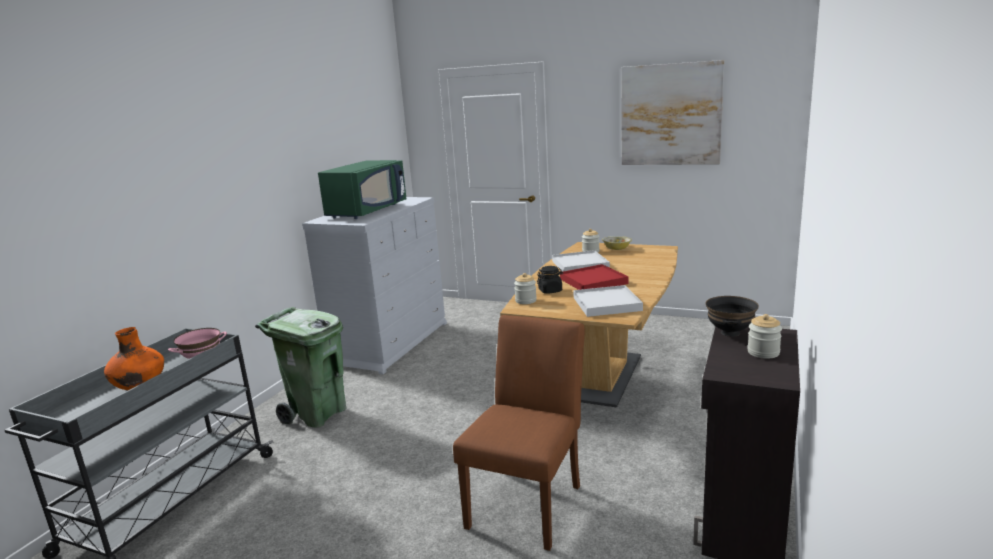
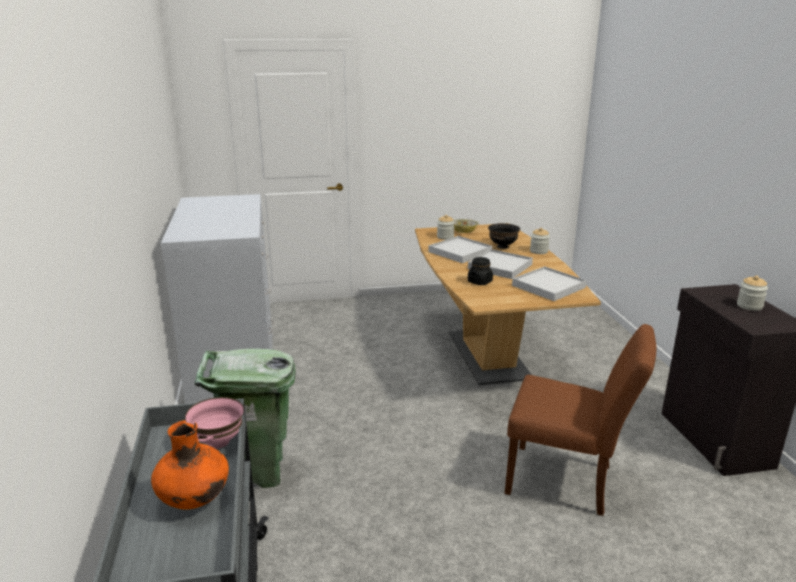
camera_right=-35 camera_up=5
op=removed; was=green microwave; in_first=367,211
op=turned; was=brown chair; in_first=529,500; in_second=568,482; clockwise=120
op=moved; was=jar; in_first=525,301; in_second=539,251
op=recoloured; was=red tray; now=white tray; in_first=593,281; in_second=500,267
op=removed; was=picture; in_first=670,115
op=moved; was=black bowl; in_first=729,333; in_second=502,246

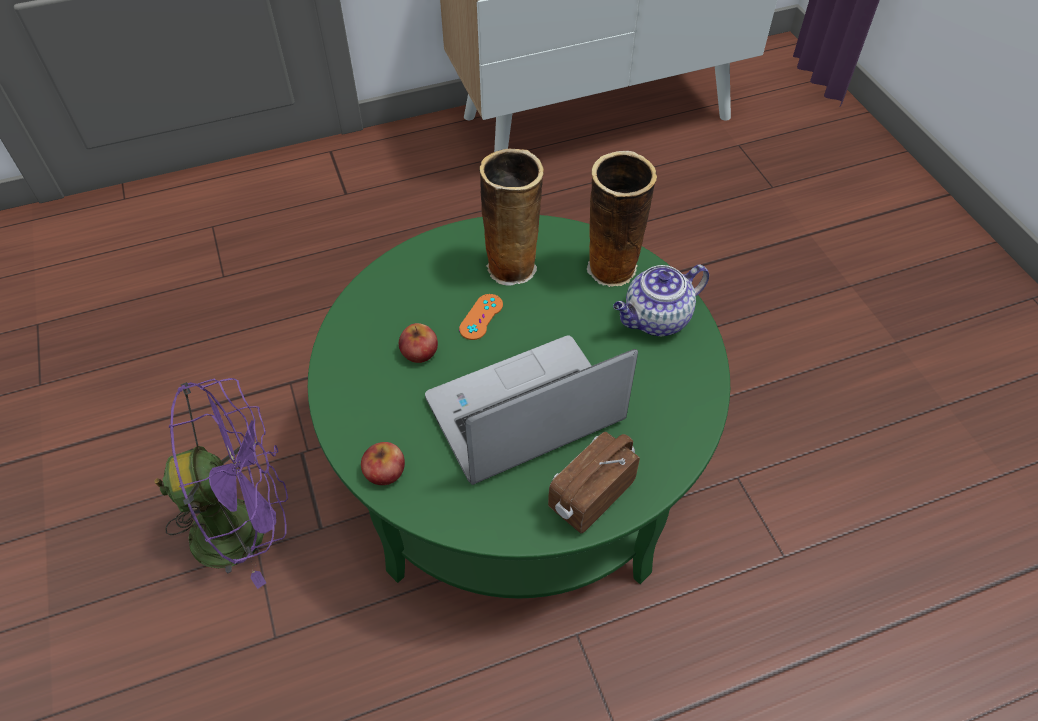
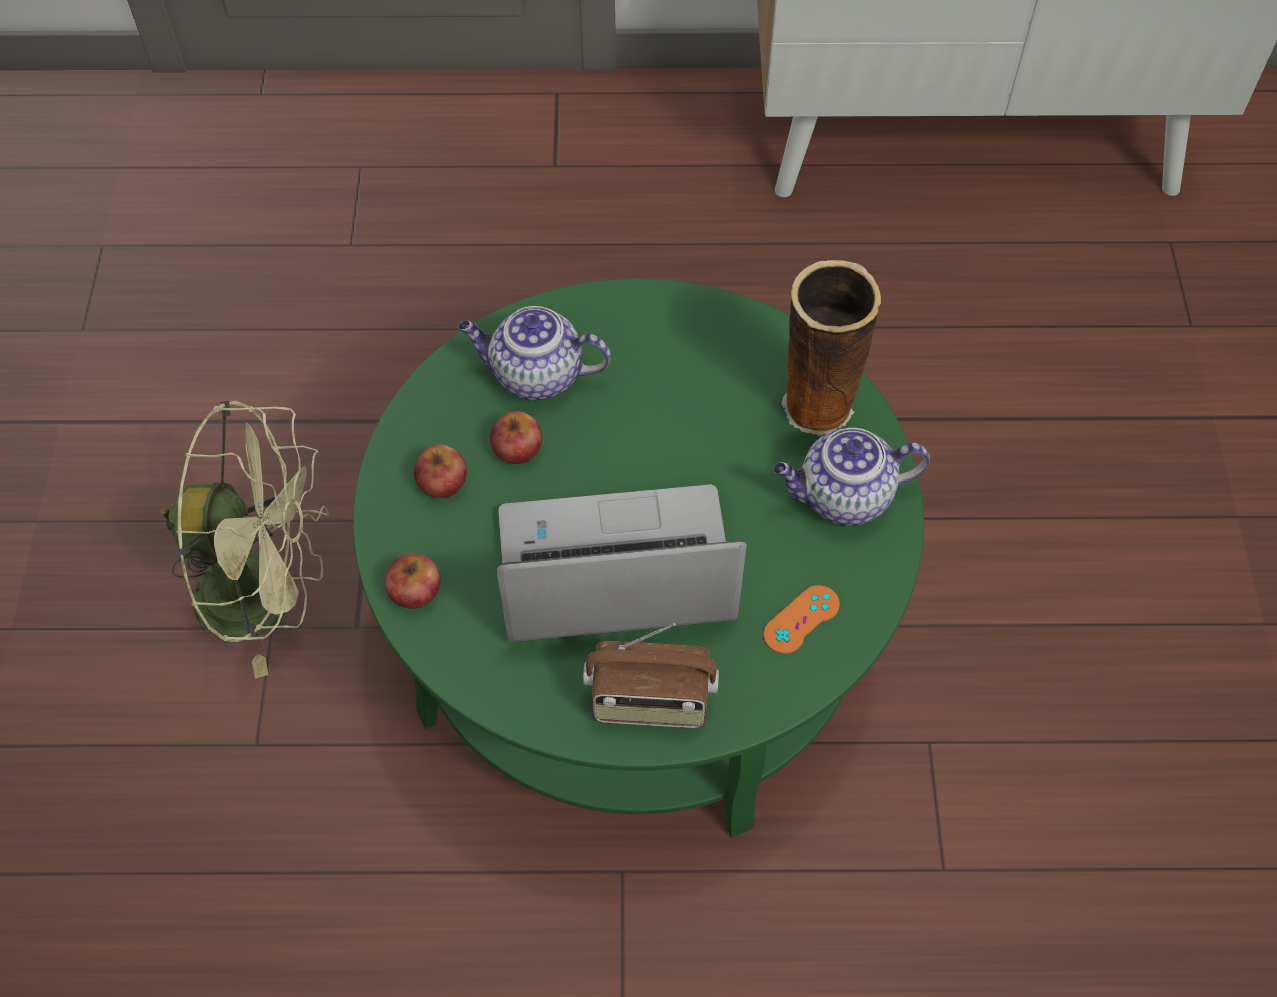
camera_right=20 camera_up=5
op=recoloured; was=purple fan; now=green fan; in_first=246,526; in_second=268,595
op=moved; was=orange game controller; in_first=481,317; in_second=801,620
op=removed; was=vase; in_first=512,266
op=turned; was=radio; in_first=590,495; in_second=650,703; clockwise=-150
op=added; now=apple; in_second=442,481
op=added; now=teapot; in_second=535,376

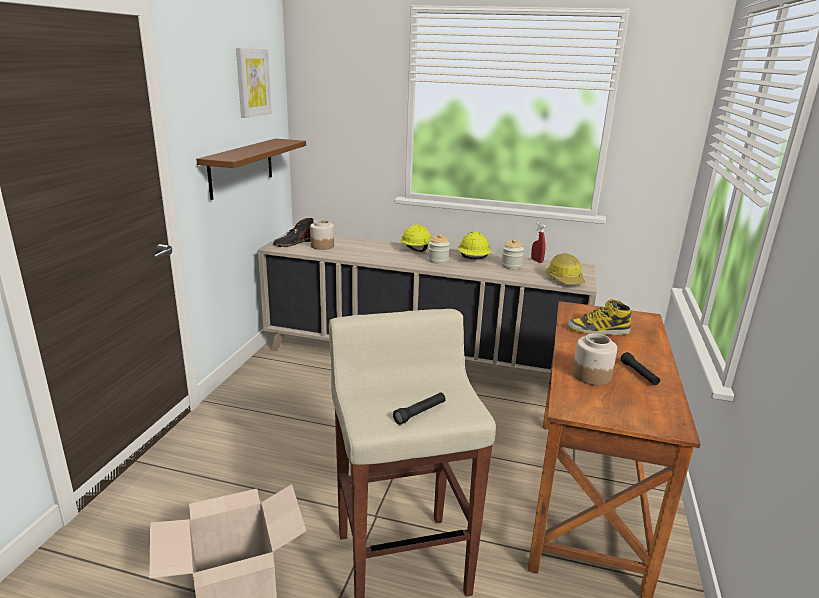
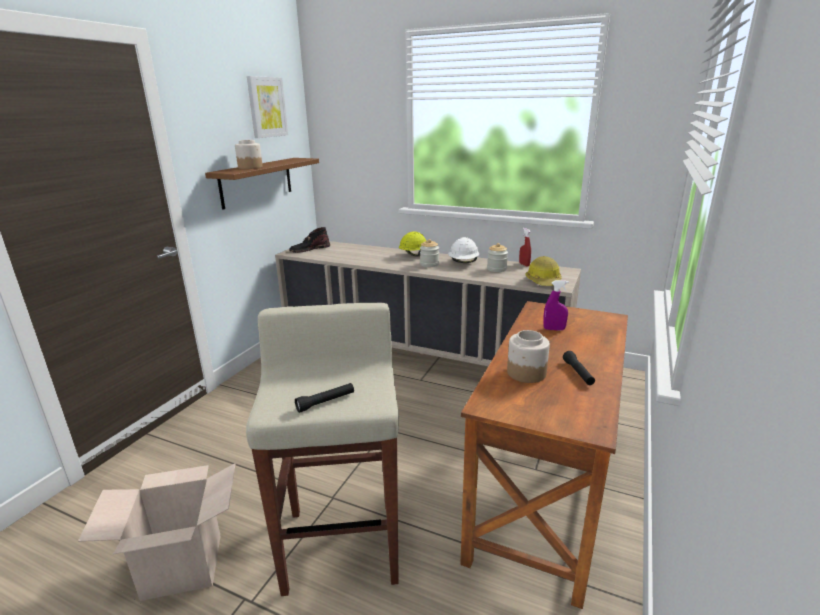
camera_right=10 camera_up=0
op=moved; was=jar; in_first=322,246; in_second=250,167
op=recoloured; was=yellow hard hat; now=white hard hat; in_first=473,259; in_second=463,263
op=replaced; was=boot; now=purple spray bottle; in_first=598,330; in_second=554,329

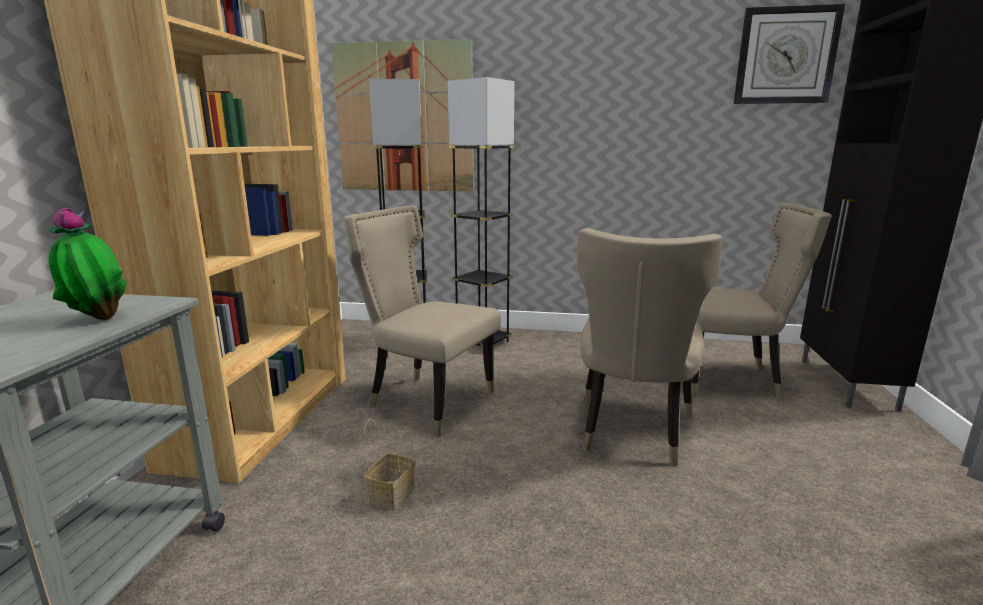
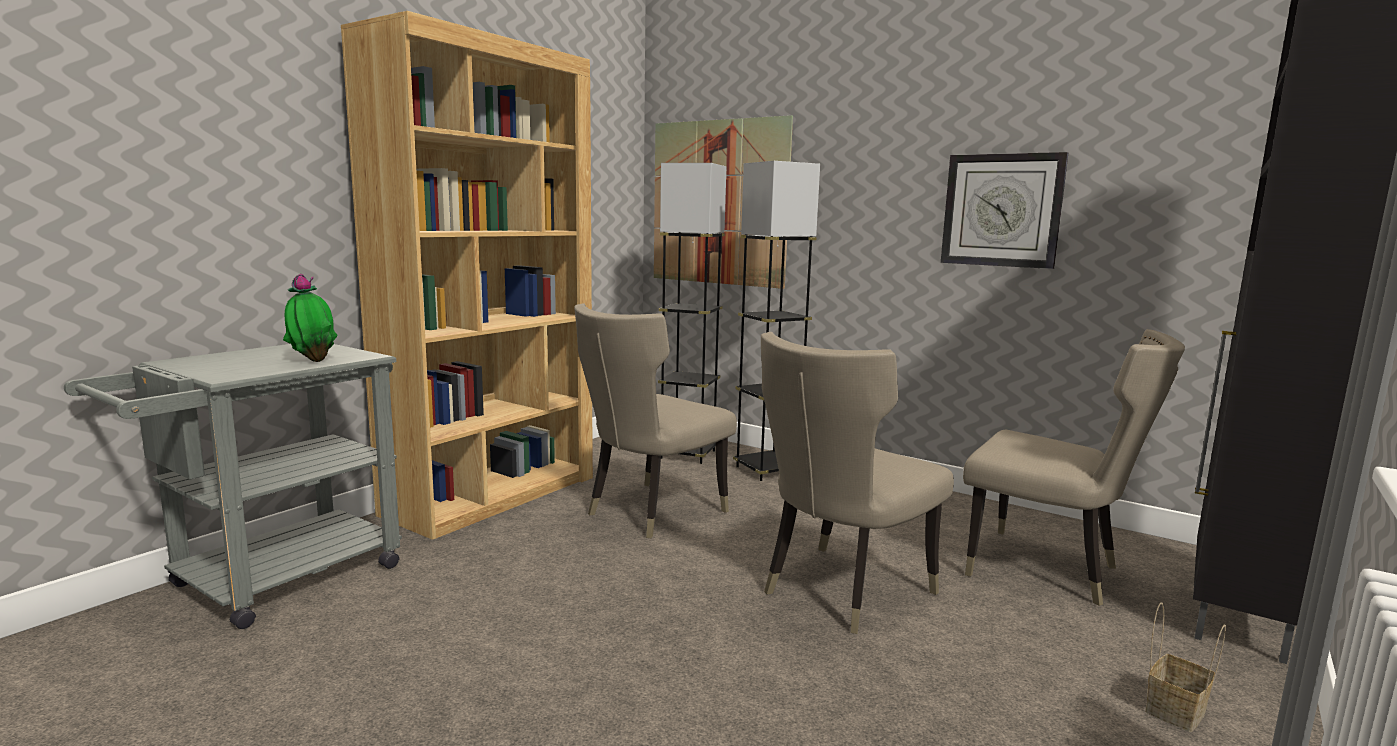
camera_right=25 camera_up=-5
op=turned; was=beige chair; in_first=426,400; in_second=650,512; clockwise=-105
op=moved; was=basket; in_first=391,494; in_second=1174,709
op=moved; was=wall clock; in_first=786,56; in_second=1002,210

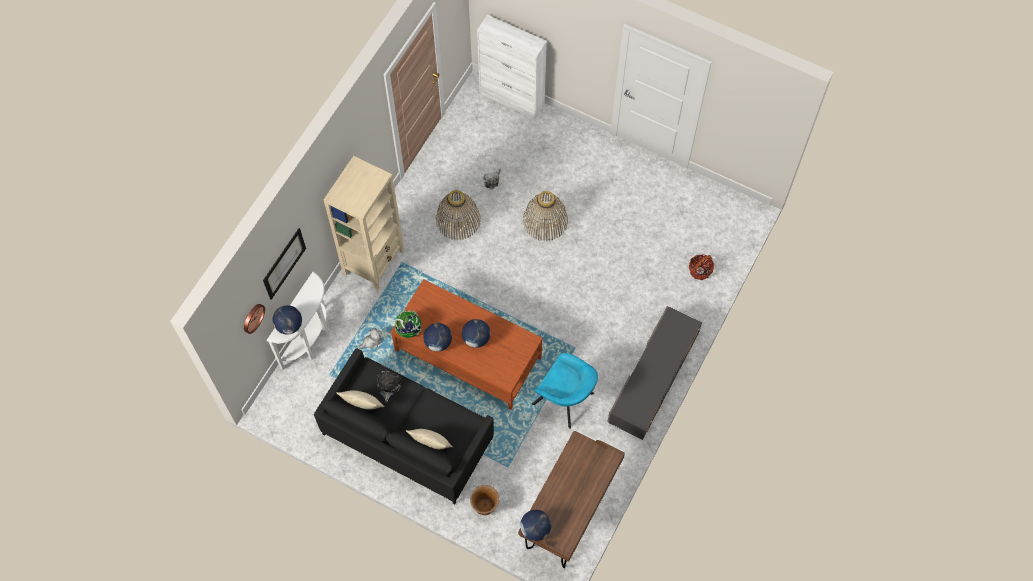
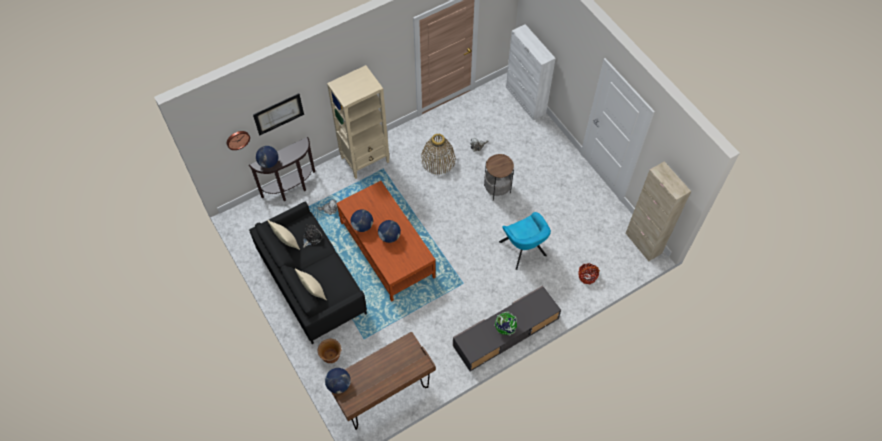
camera_right=30 camera_up=-5
op=recoloured; was=white console table; now=brown console table; in_first=310,341; in_second=291,189
op=moved; was=globe; in_first=409,330; in_second=505,328
op=replaced; was=basket; now=side table; in_first=545,221; in_second=497,189
op=moved; was=turquoise armchair; in_first=565,400; in_second=524,250
op=added; now=beige cabinet; in_second=643,243

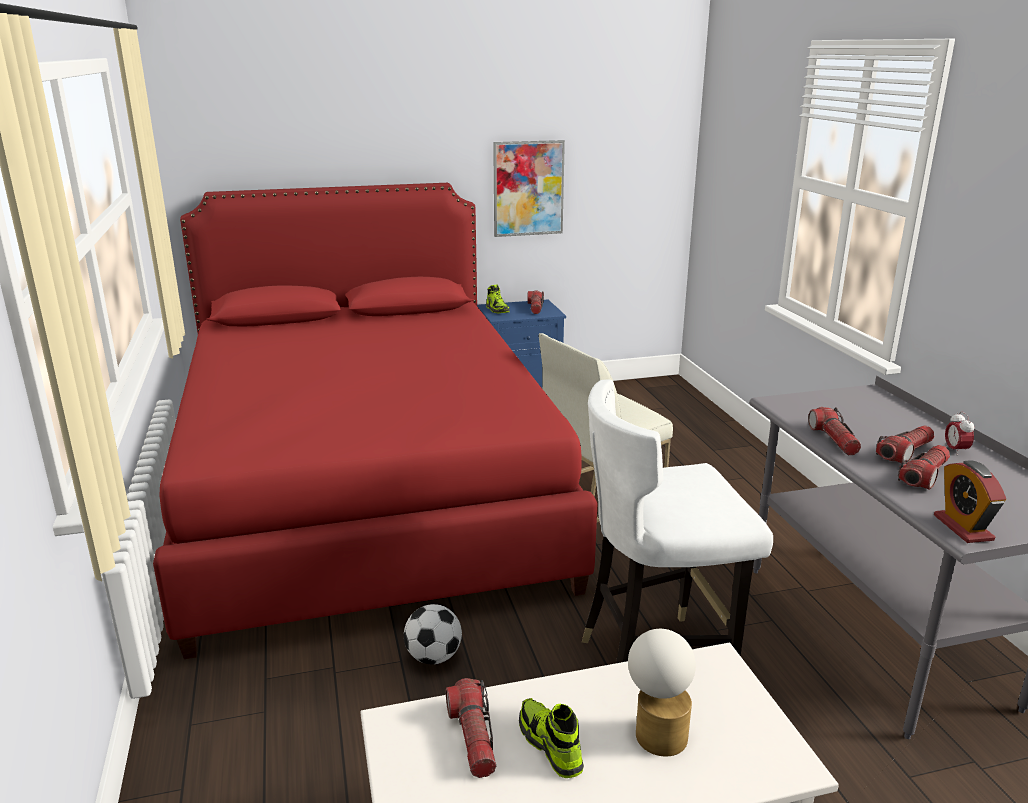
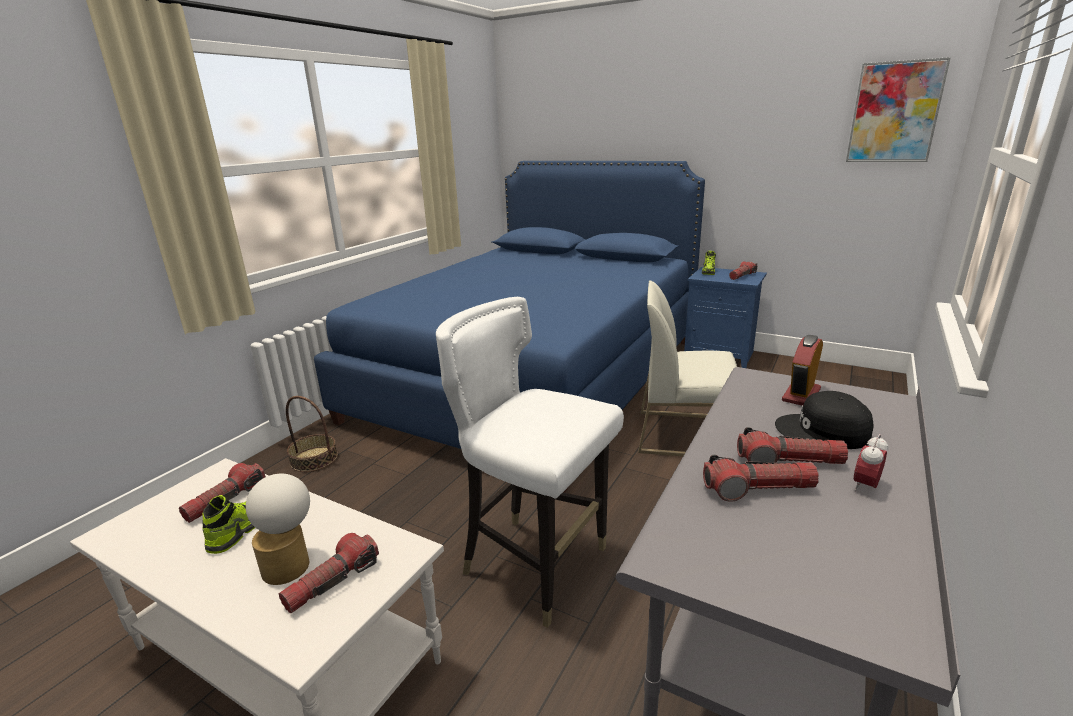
camera_right=45 camera_up=0
op=recoloured; was=red bed; now=blue bed; in_first=366,493; in_second=533,378
op=removed; was=football; in_first=434,657
op=moved; was=picture; in_first=528,188; in_second=894,112
op=moved; was=flashlight; in_first=834,440; in_second=333,582
op=moved; was=alarm clock; in_first=963,528; in_second=801,395
op=added; now=basket; in_second=314,459
op=added; now=black cap; in_second=823,432

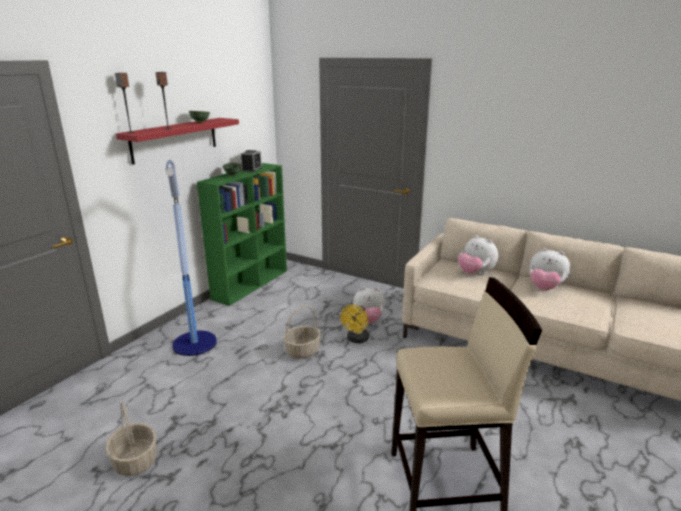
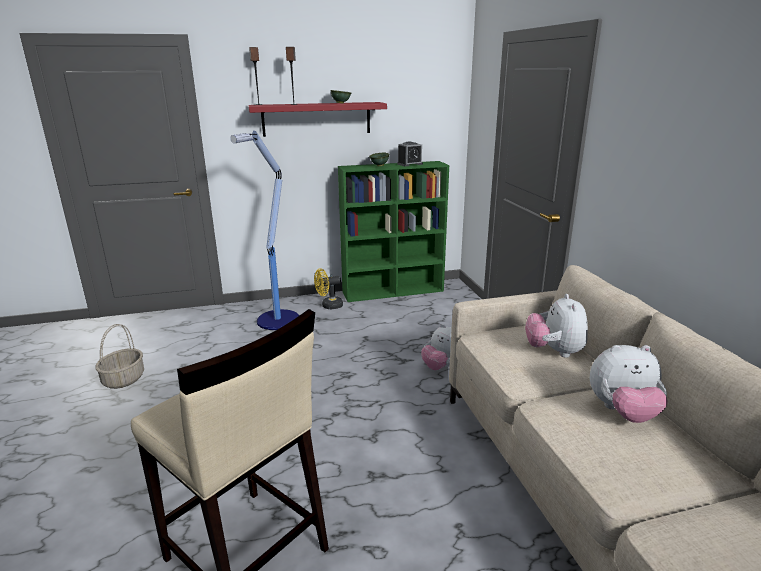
camera_right=45 camera_up=0
op=removed; was=basket; in_first=302,351
op=moved; was=yellow fan; in_first=356,340; in_second=329,306
op=turned; was=plush toy; in_first=545,288; in_second=622,412; clockwise=-75

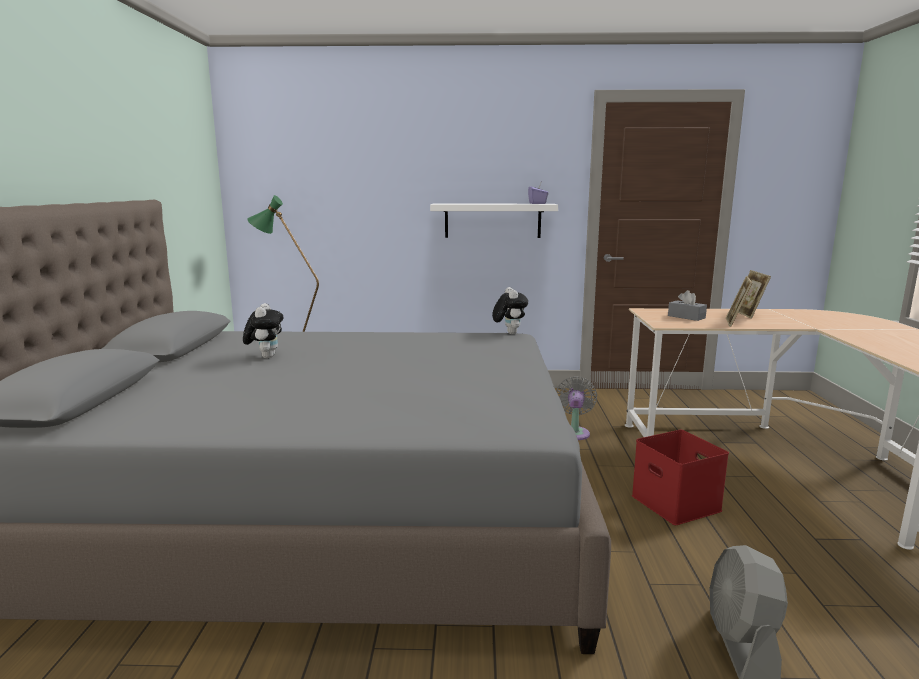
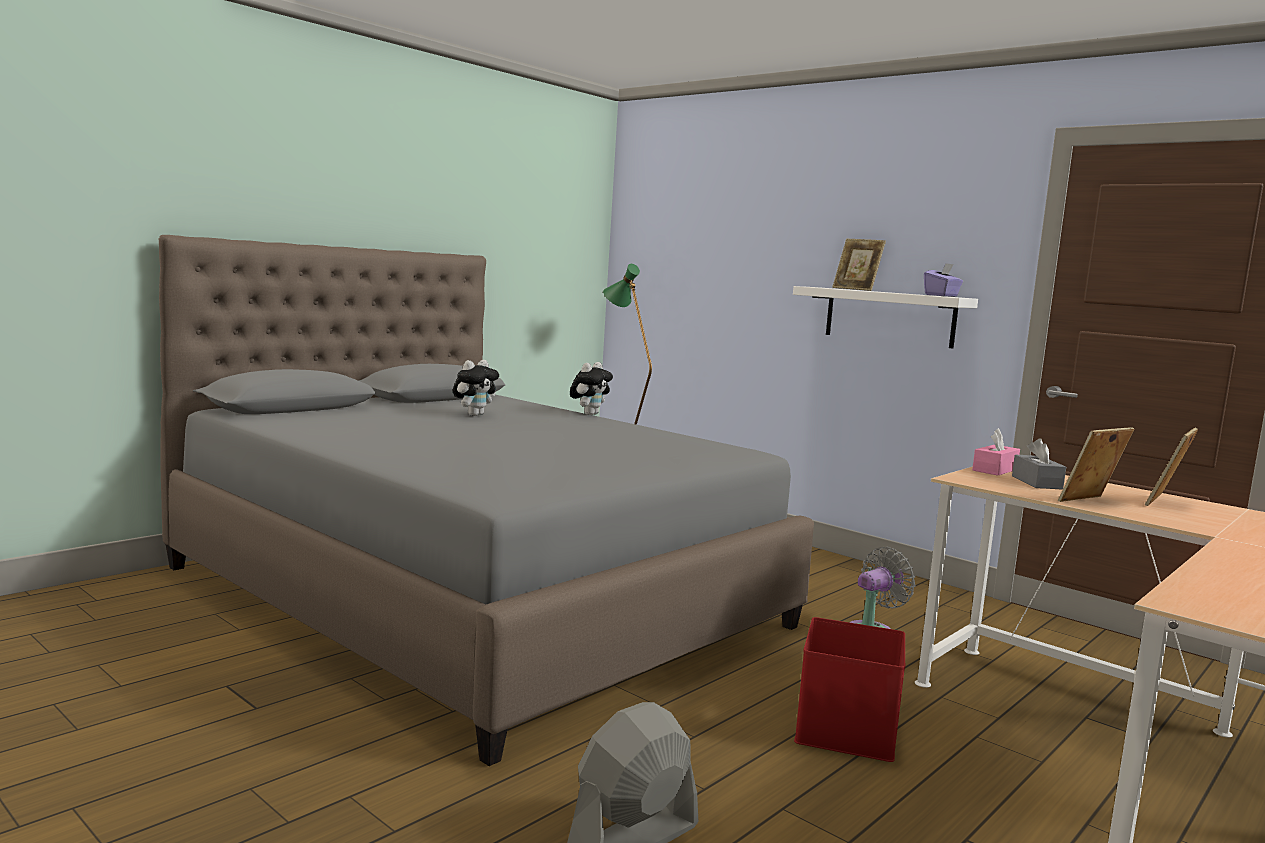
camera_right=40 camera_up=-5
op=moved; was=plush toy; in_first=509,333; in_second=589,414
op=added; now=picture frame; in_second=856,289
op=added; now=pink tissue box; in_second=995,470

